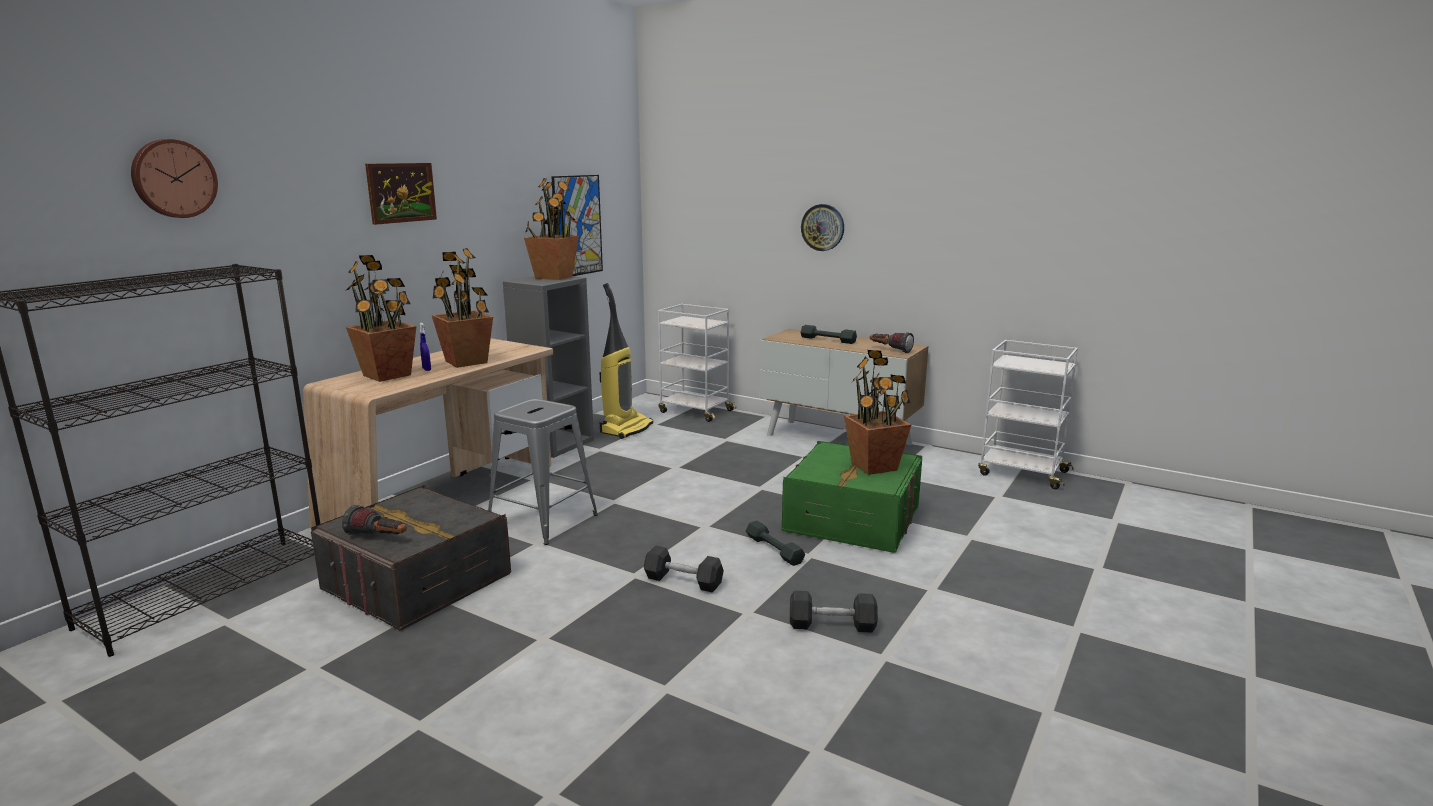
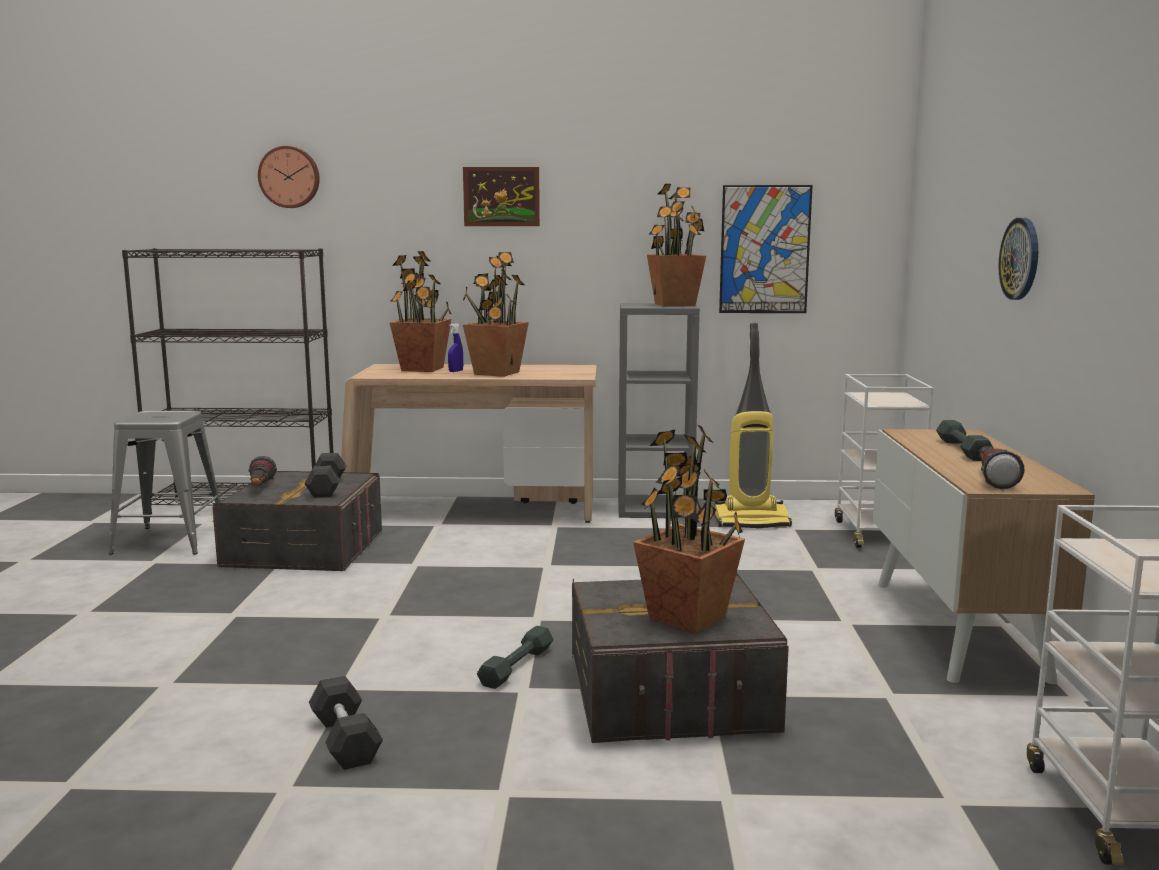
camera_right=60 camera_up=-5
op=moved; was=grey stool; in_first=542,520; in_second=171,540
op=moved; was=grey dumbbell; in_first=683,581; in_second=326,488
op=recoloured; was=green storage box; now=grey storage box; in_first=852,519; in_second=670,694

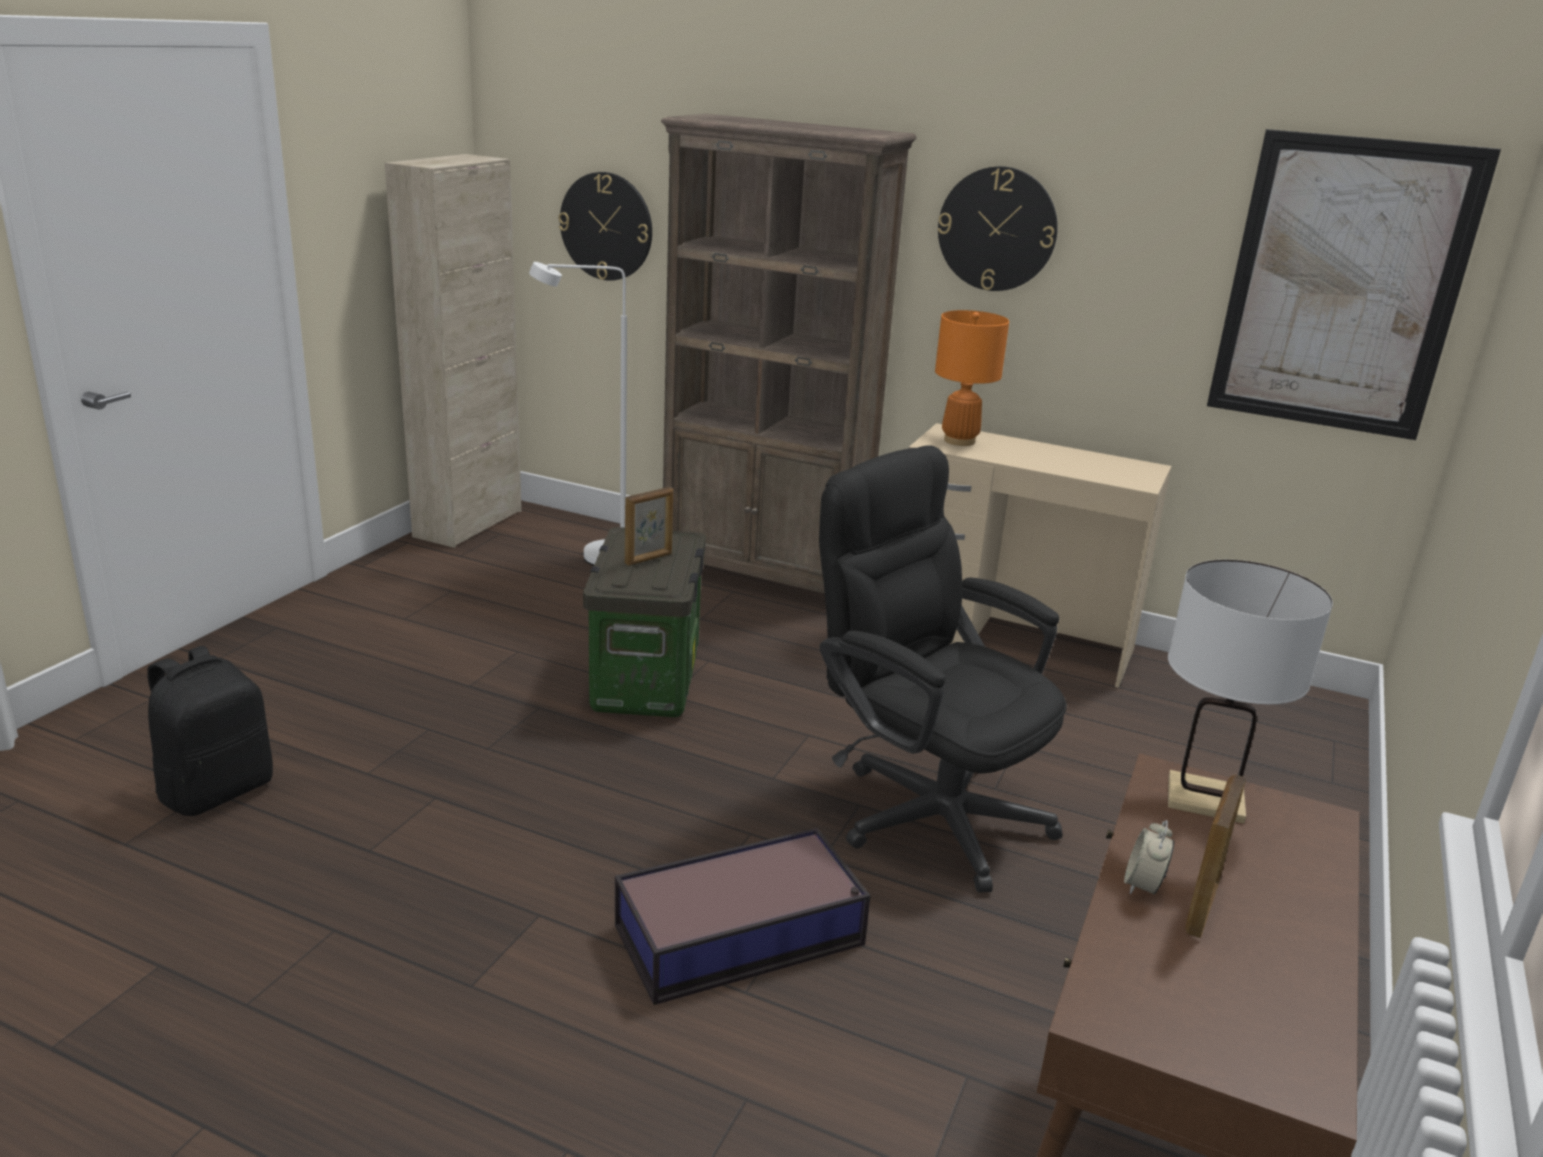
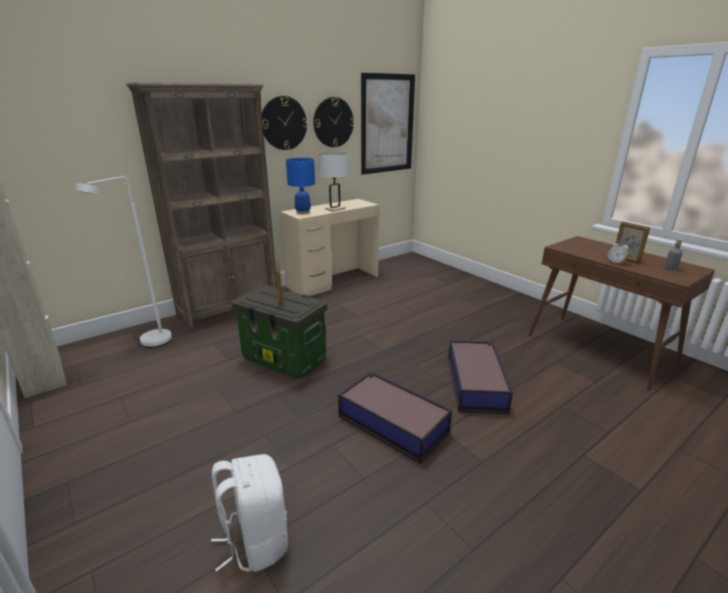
camera_right=-60 camera_up=0
op=recoloured; was=black backpack; now=white backpack; in_first=217,790; in_second=255,541
op=moved; was=wall clock; in_first=606,226; in_second=333,122
op=removed; was=black office chair; in_first=925,809
op=recoloured; was=orange table lamp; now=blue table lamp; in_first=959,441; in_second=303,212
op=moved; was=white table lamp; in_first=1204,799; in_second=335,209
op=added; now=storage box; in_second=392,423
op=added; now=grey bottle; in_second=670,268

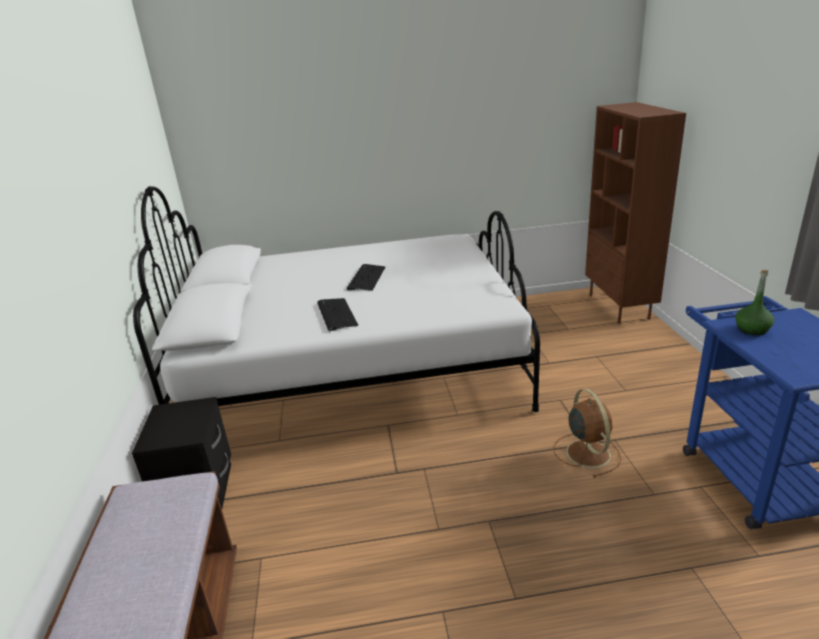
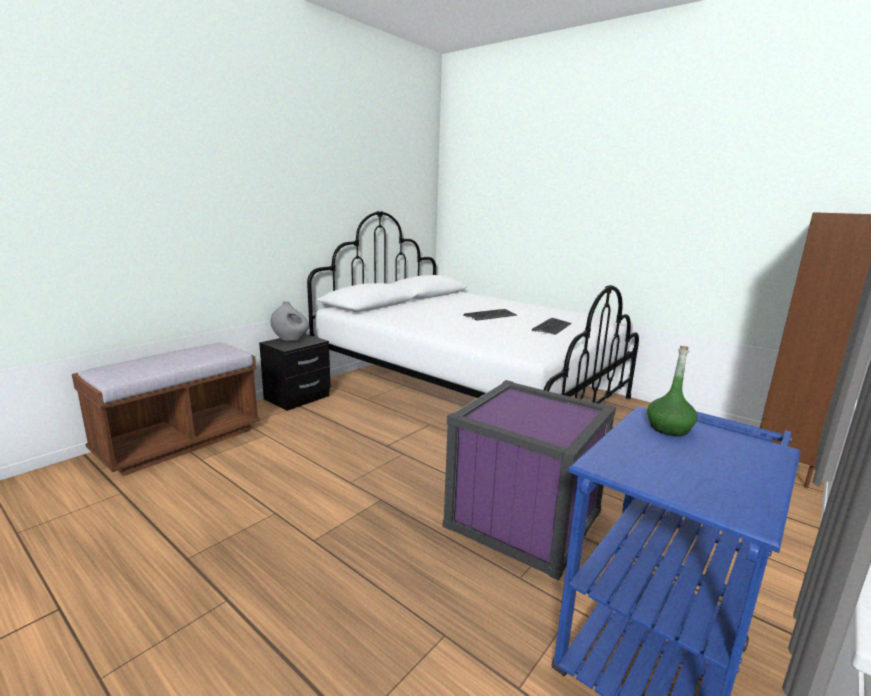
camera_right=45 camera_up=-10
op=moved; was=keyboard; in_first=336,314; in_second=551,327
op=replaced; was=brown fan; now=purple storage box; in_first=587,452; in_second=523,518
op=added; now=grey vase; in_second=291,339

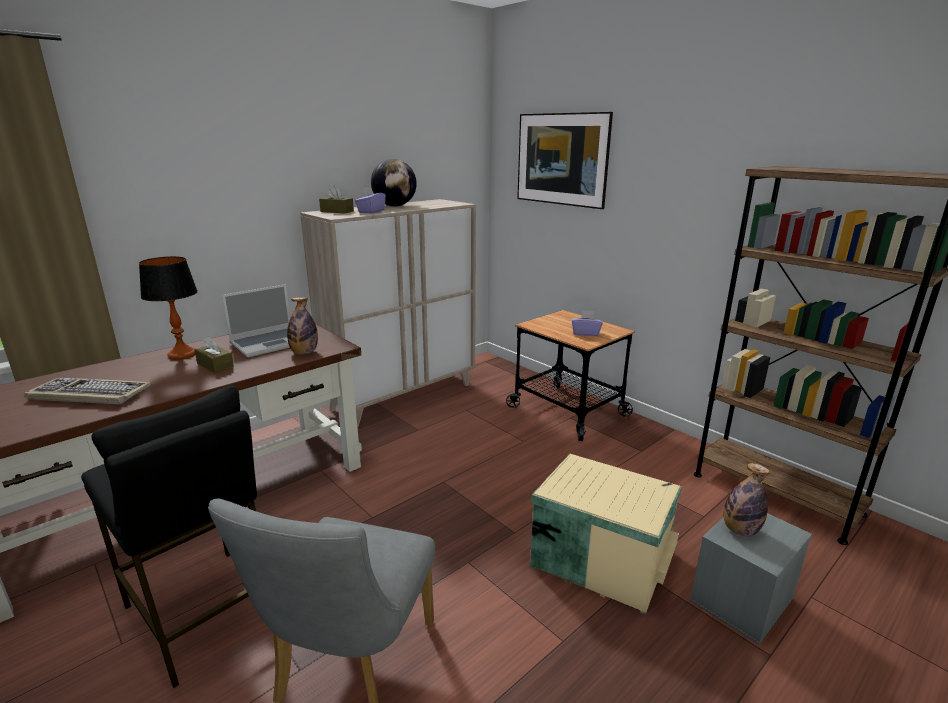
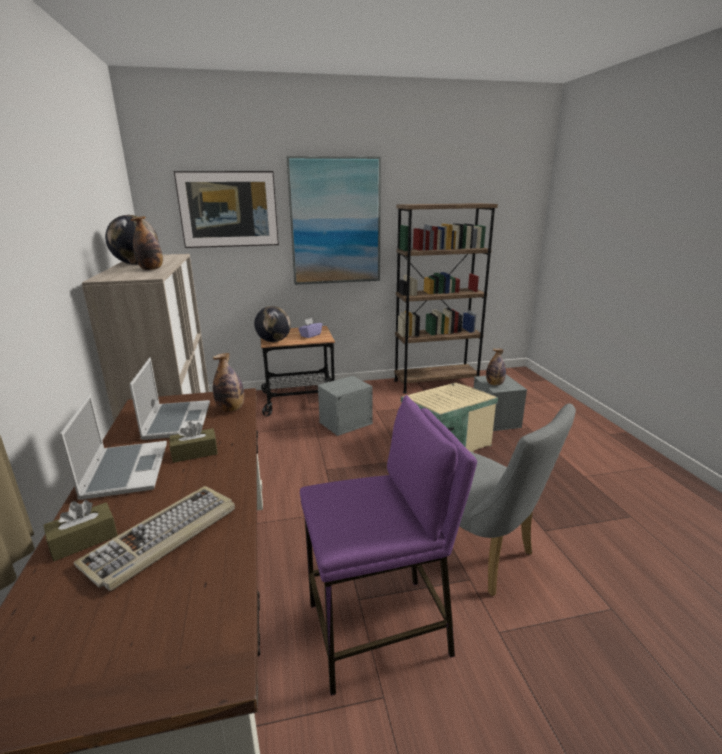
camera_right=-60 camera_up=0
op=recoloured; was=black stool; now=purple stool; in_first=203,612; in_second=379,630
op=replaced; was=table lamp; now=laptop; in_first=182,354; in_second=125,470
op=moved; was=brown tissue box; in_first=337,211; in_second=84,540
op=replaced; was=purple tissue box; now=bottle; in_first=371,212; in_second=151,269
op=added; now=globe; in_second=274,341
op=added; now=picture; in_second=335,222
op=added; now=grey storage box; in_second=346,422

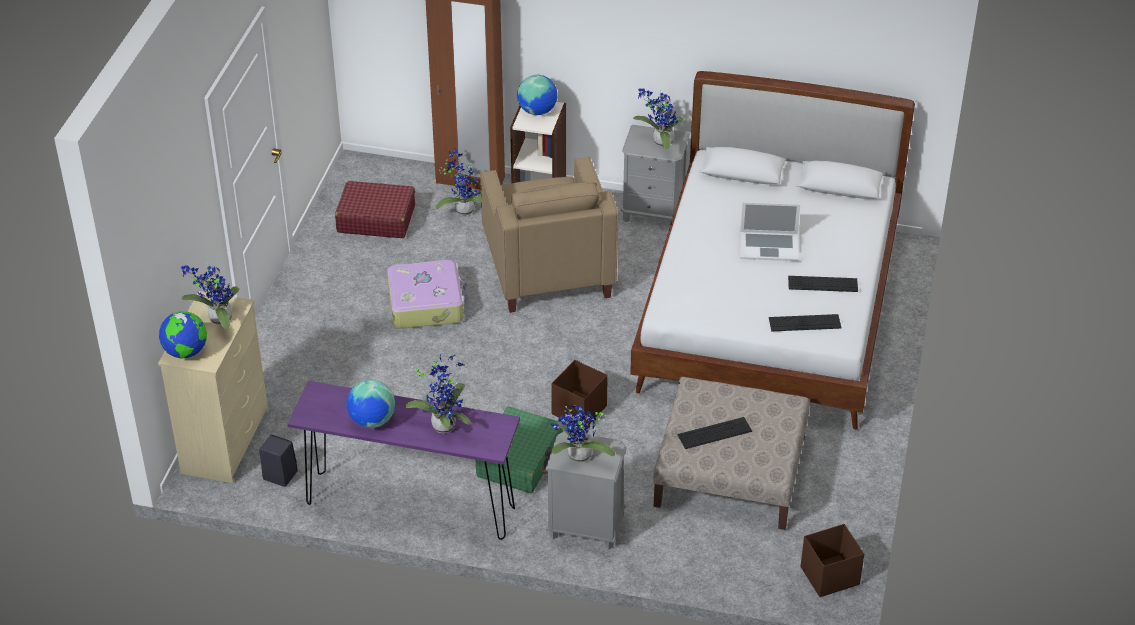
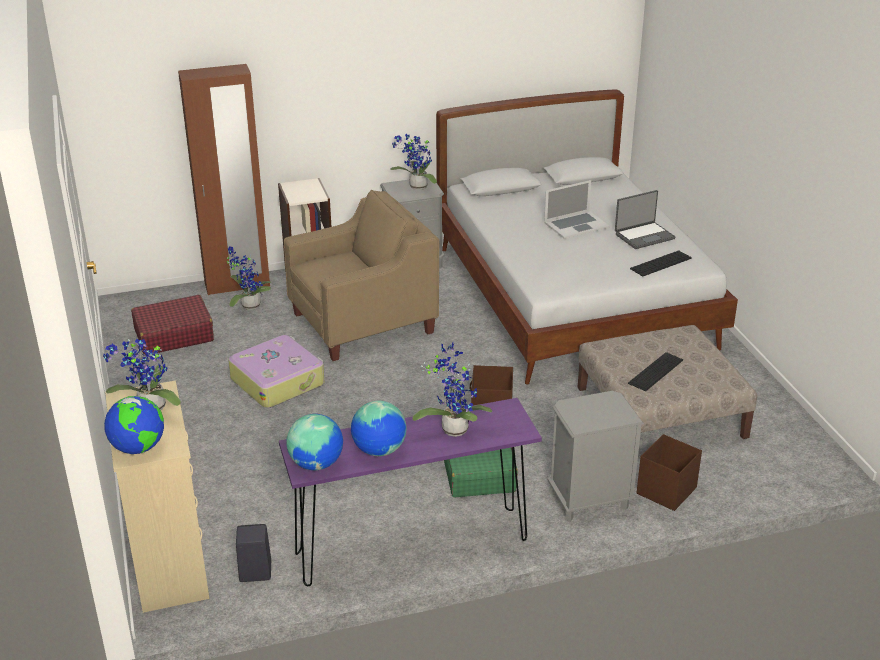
camera_right=-30 camera_up=-10
op=turned; was=beige armchair; in_first=547,268; in_second=363,323; clockwise=-75
op=moved; was=globe; in_first=537,111; in_second=316,464
op=removed; was=potted plant; in_first=578,457
op=replaced; was=keyboard; now=laptop; in_first=822,284; in_second=644,236
op=moved; was=brown storage box; in_first=828,576; in_second=665,491

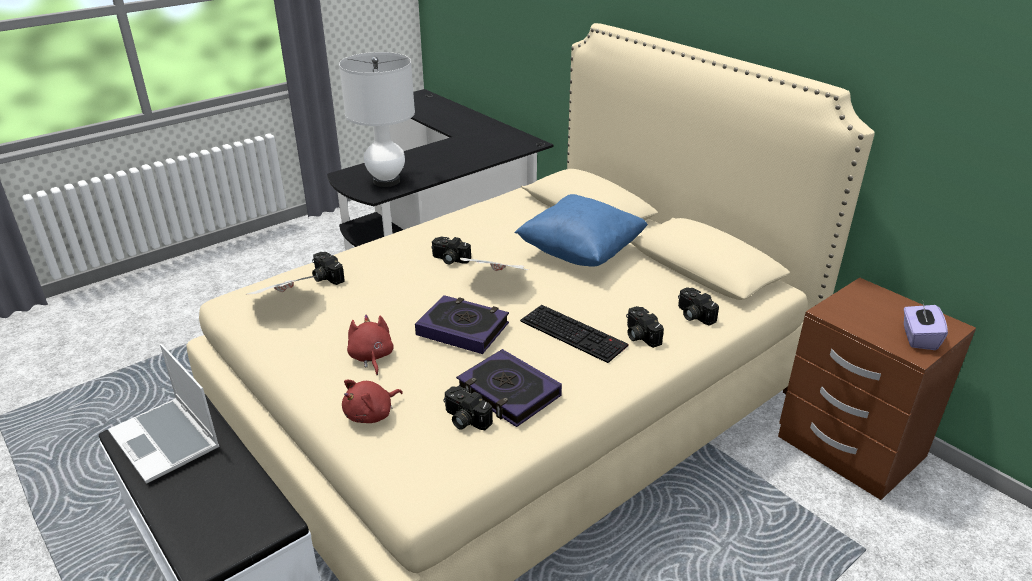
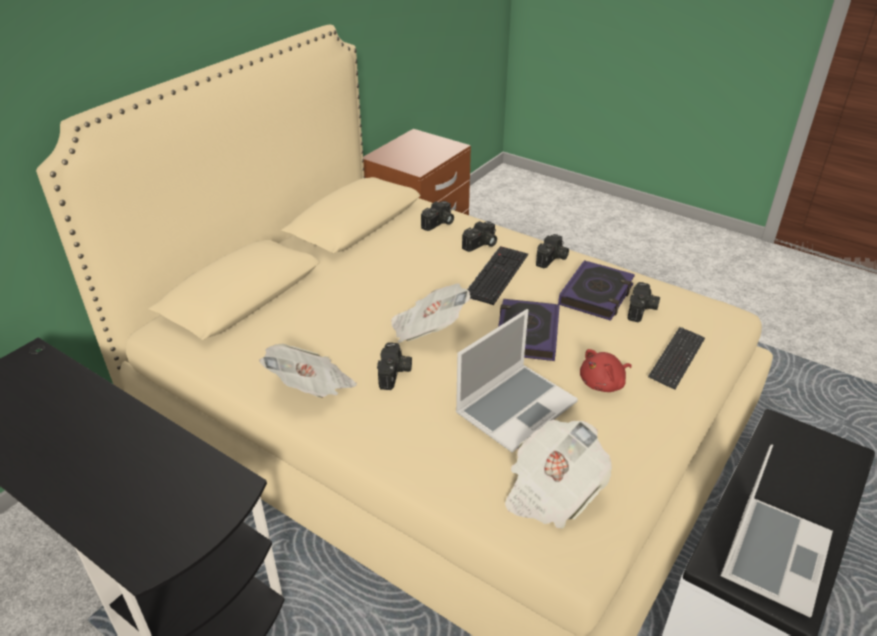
camera_right=-105 camera_up=5
op=moved; was=photo camera; in_first=325,277; in_second=552,259
op=removed; was=white table lamp; in_first=386,181
op=replaced; was=red plush toy; now=keyboard; in_first=371,414; in_second=676,359
op=removed; was=blue pillow; in_first=581,253
op=removed; was=purple tissue box; in_first=918,338
op=added; now=newspaper; in_second=312,388
op=added; now=laptop; in_second=516,407

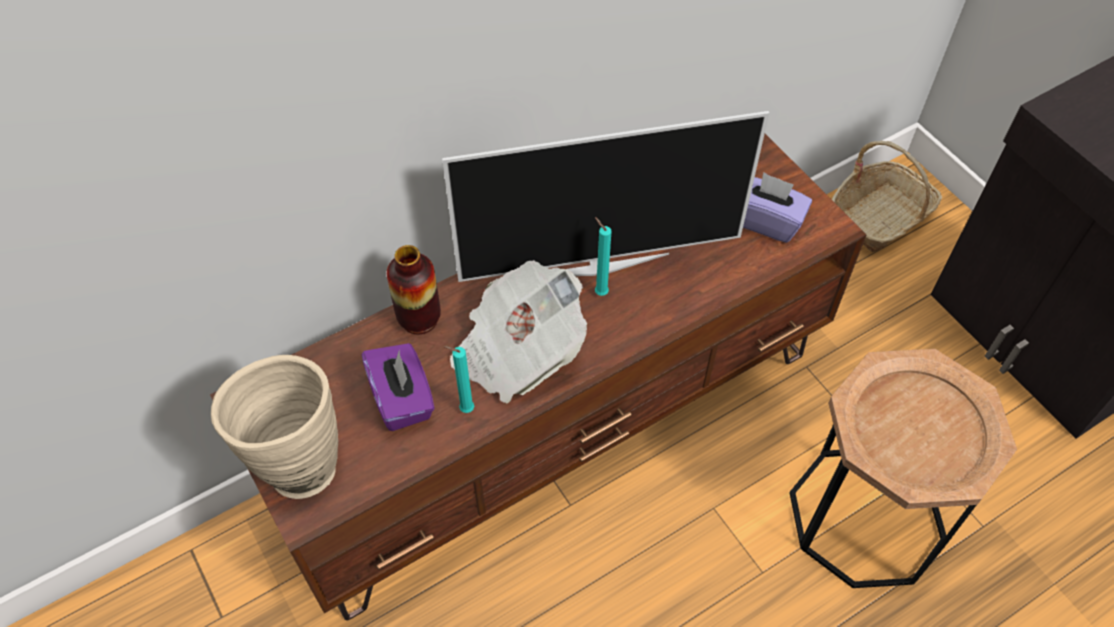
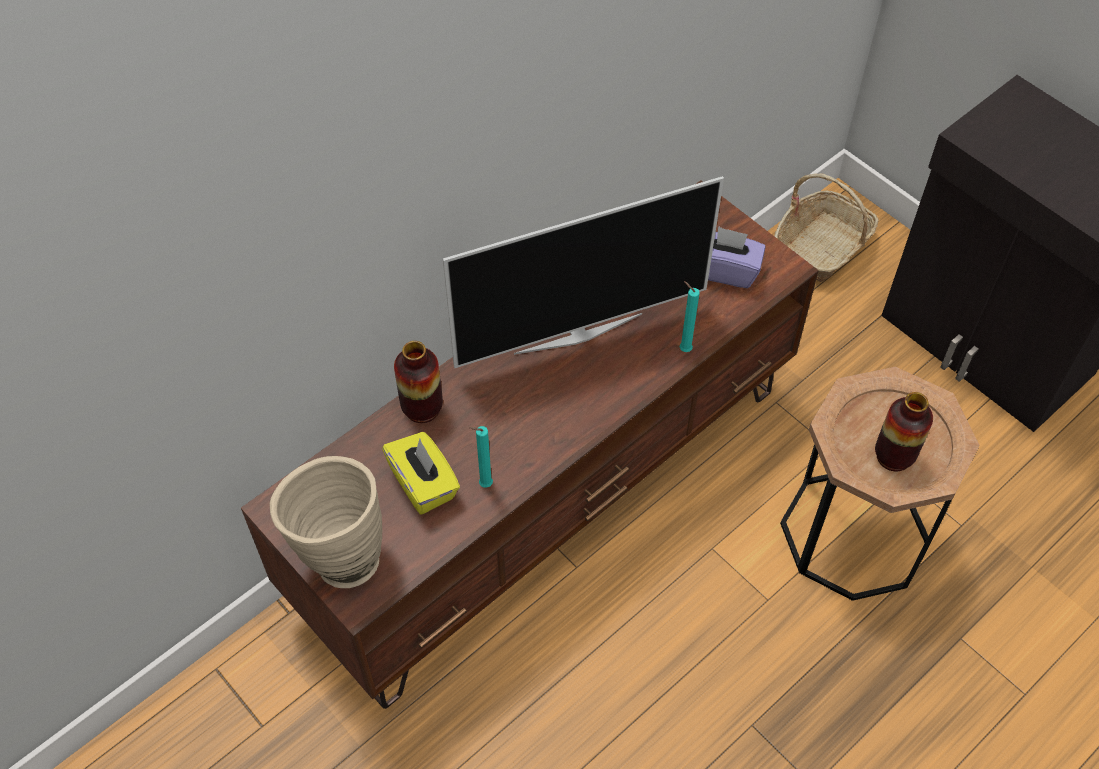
camera_right=-10 camera_up=0
op=recoloured; was=purple tissue box; now=yellow tissue box; in_first=402,399; in_second=424,484
op=removed; was=newspaper; in_first=517,350
op=moved; was=turquoise candle; in_first=599,292; in_second=683,349
op=added; now=vase; in_second=893,456

